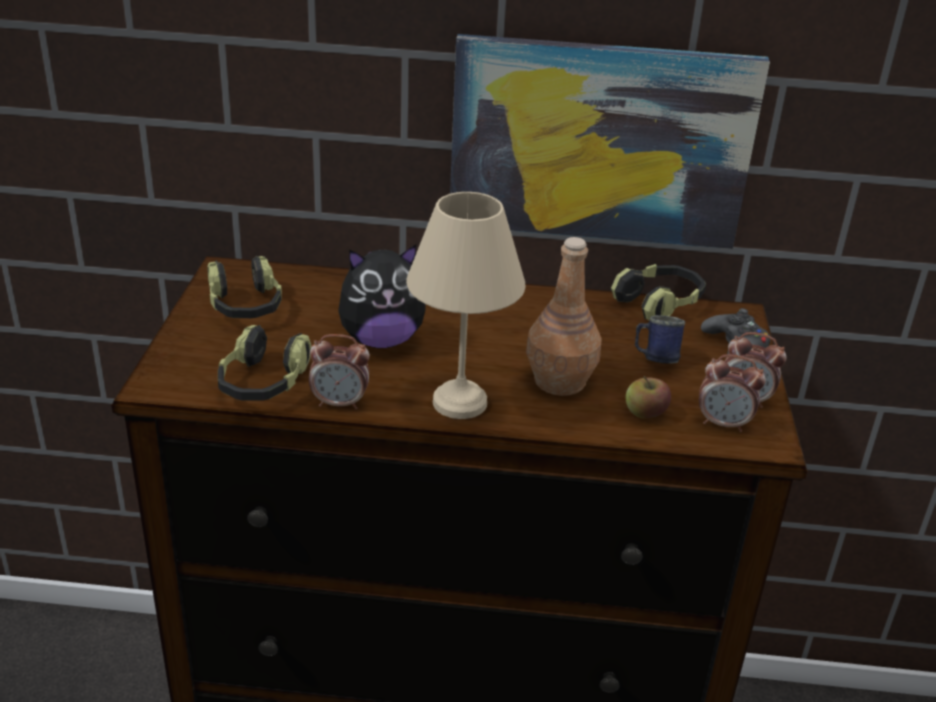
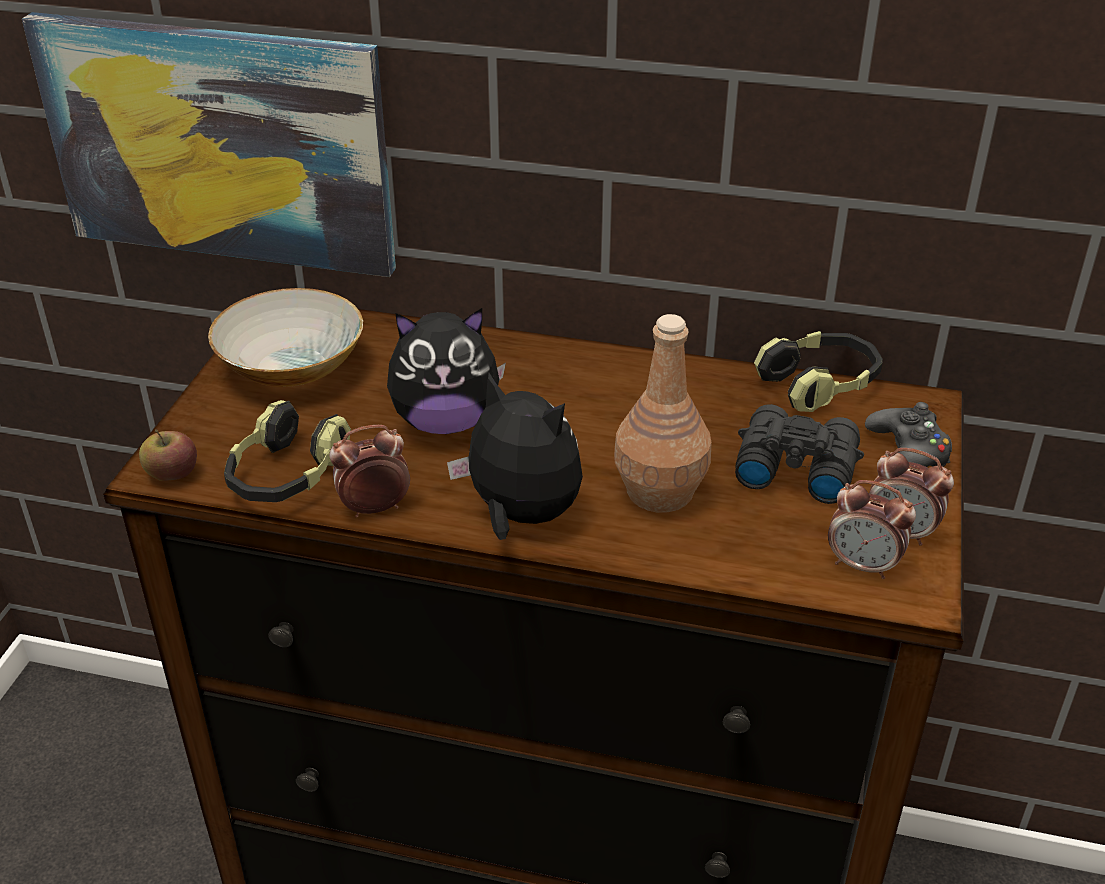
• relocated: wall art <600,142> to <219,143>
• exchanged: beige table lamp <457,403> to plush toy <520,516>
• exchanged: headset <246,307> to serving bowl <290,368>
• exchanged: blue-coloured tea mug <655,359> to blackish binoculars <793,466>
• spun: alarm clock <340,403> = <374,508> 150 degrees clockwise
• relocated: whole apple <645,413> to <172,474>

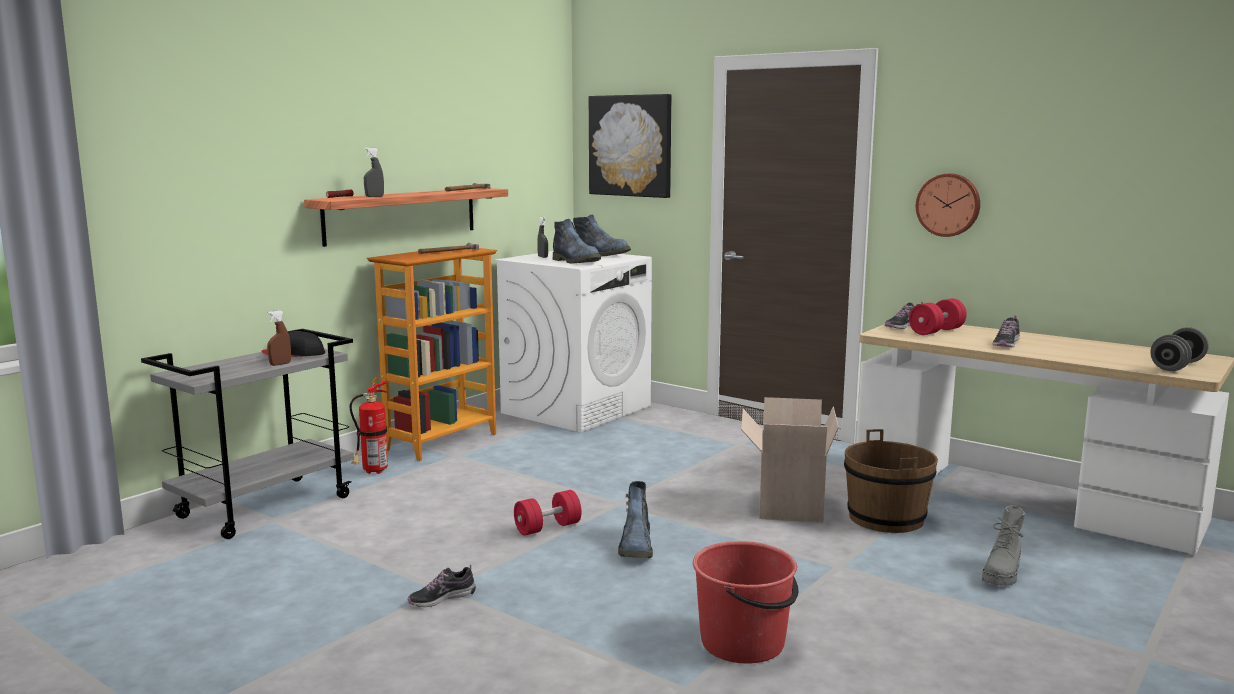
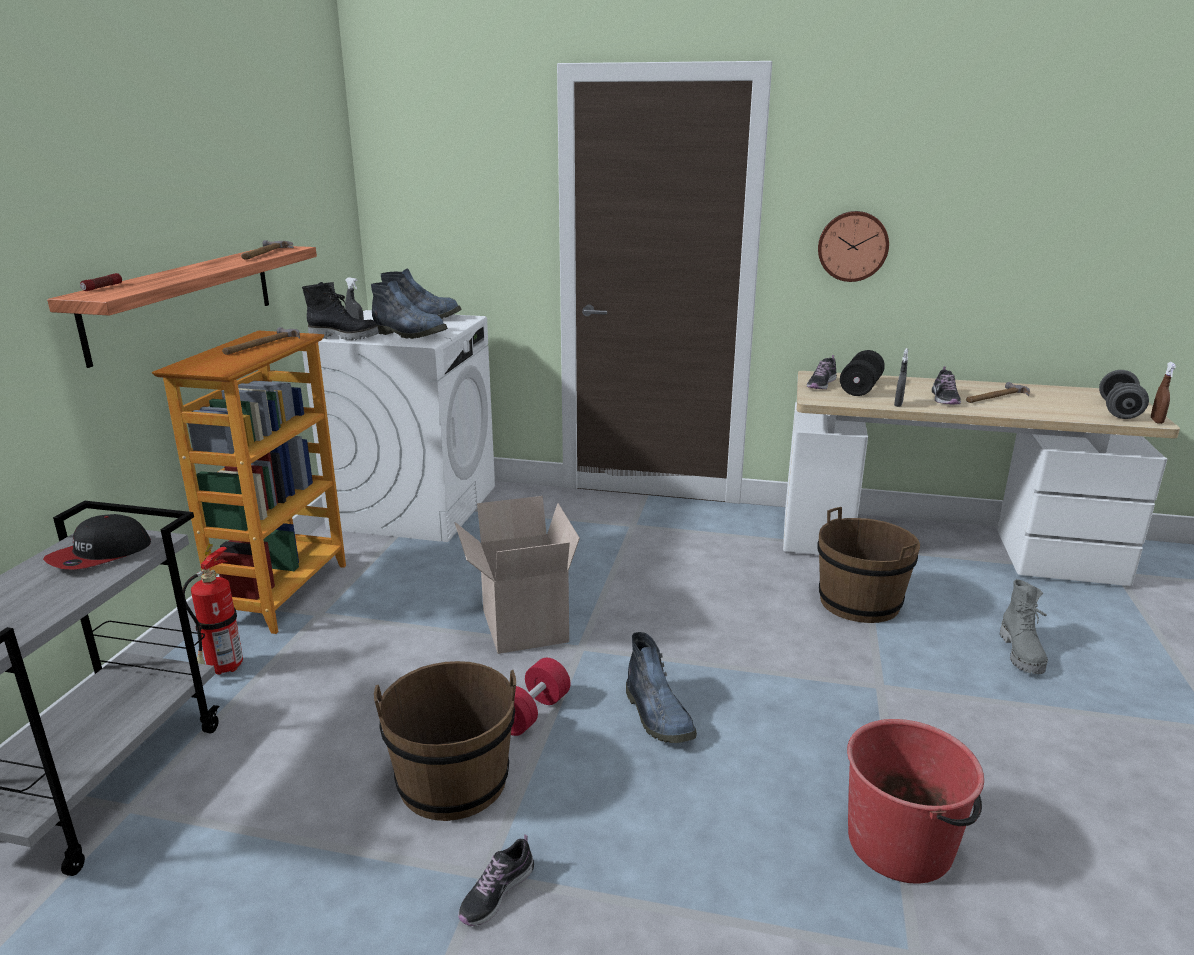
• missing: wall art <630,146>
• relocated: grey hand sprayer <374,196> to <898,404>
• colour: red-coloured dumbbell <936,331> to blackish dumbbell <860,388>
• relocated: brown-coloured hand sprayer <280,364> to <1156,421>
• relocated: packing box <787,506> to <521,625>
• appeared: blackish boot <344,337>
• appeared: tool hammer <995,397>
• appeared: brown-coloured water bucket <453,781>

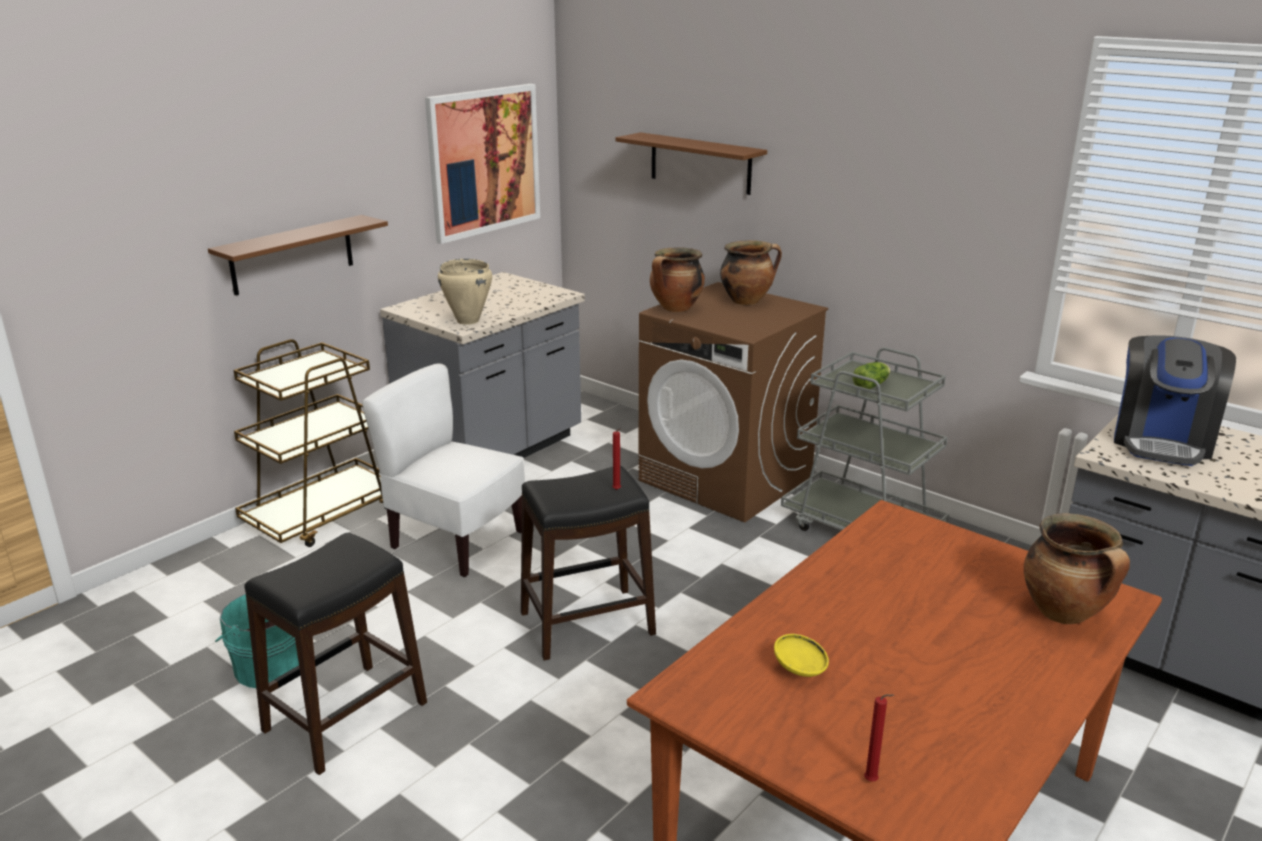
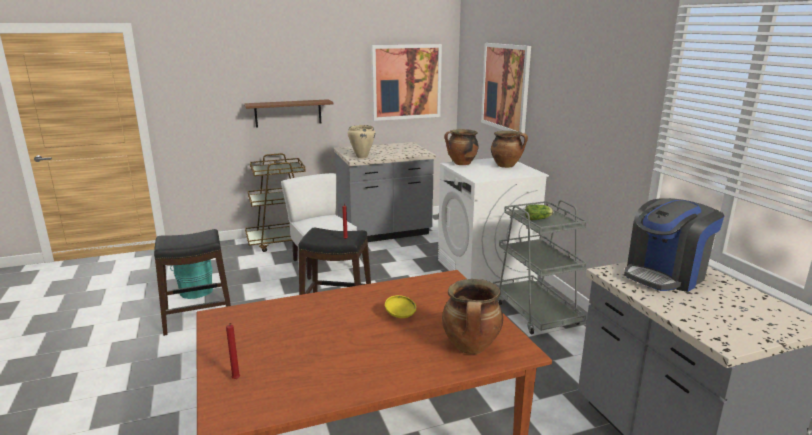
• exchanged: brown-coloured bracket shelf <700,163> to wall art <505,87>
• colour: brown-coloured laundry machine <726,479> to whitish laundry machine <486,270>
• relocated: yellow serving bowl <800,670> to <400,316>

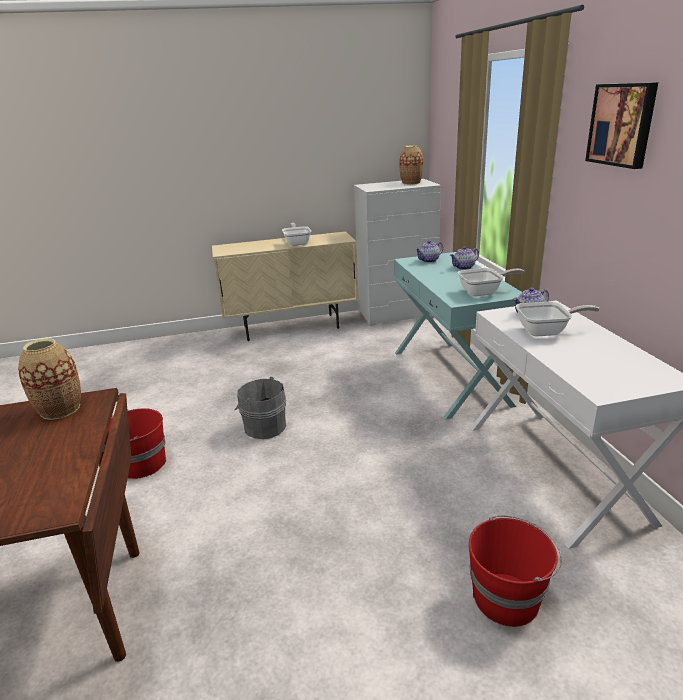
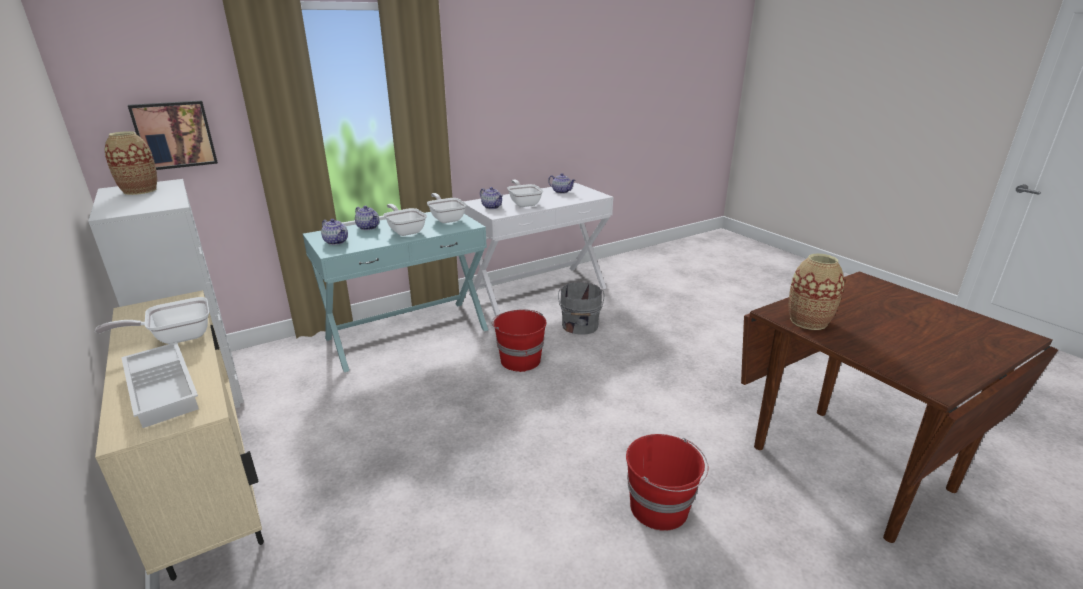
• relocated: wall art <622,124> to <174,134>
• relocated: grey water bucket <263,426> to <579,326>
• relocated: red-coloured water bucket <507,598> to <519,360>
• appeared: tea pot <561,191>
• appeared: skillet <405,231>
• appeared: whitish tray <165,389>

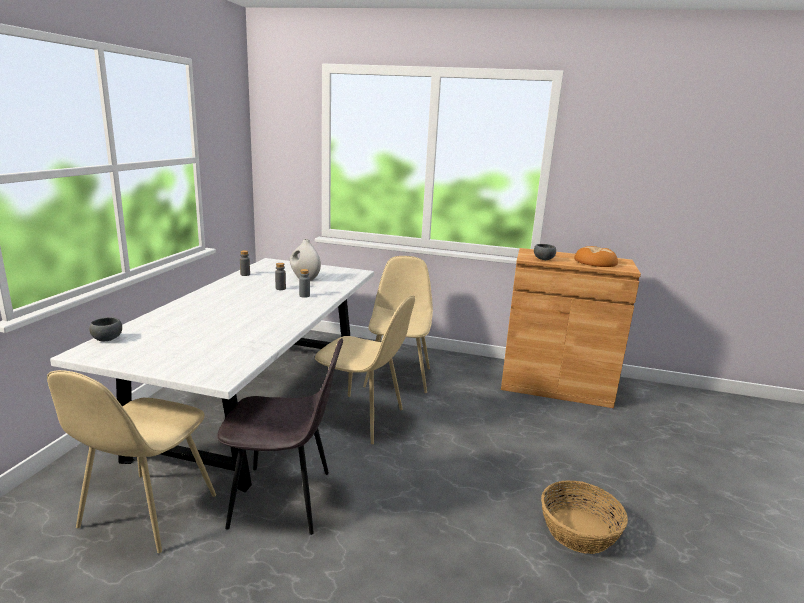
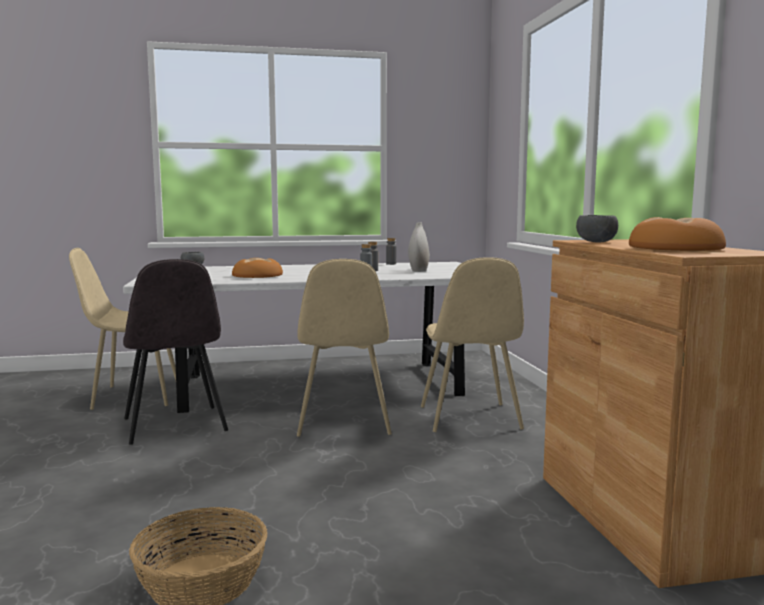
• spun: beige upright chair <398,376> = <470,418> 105 degrees clockwise
• appeared: bread <258,275>

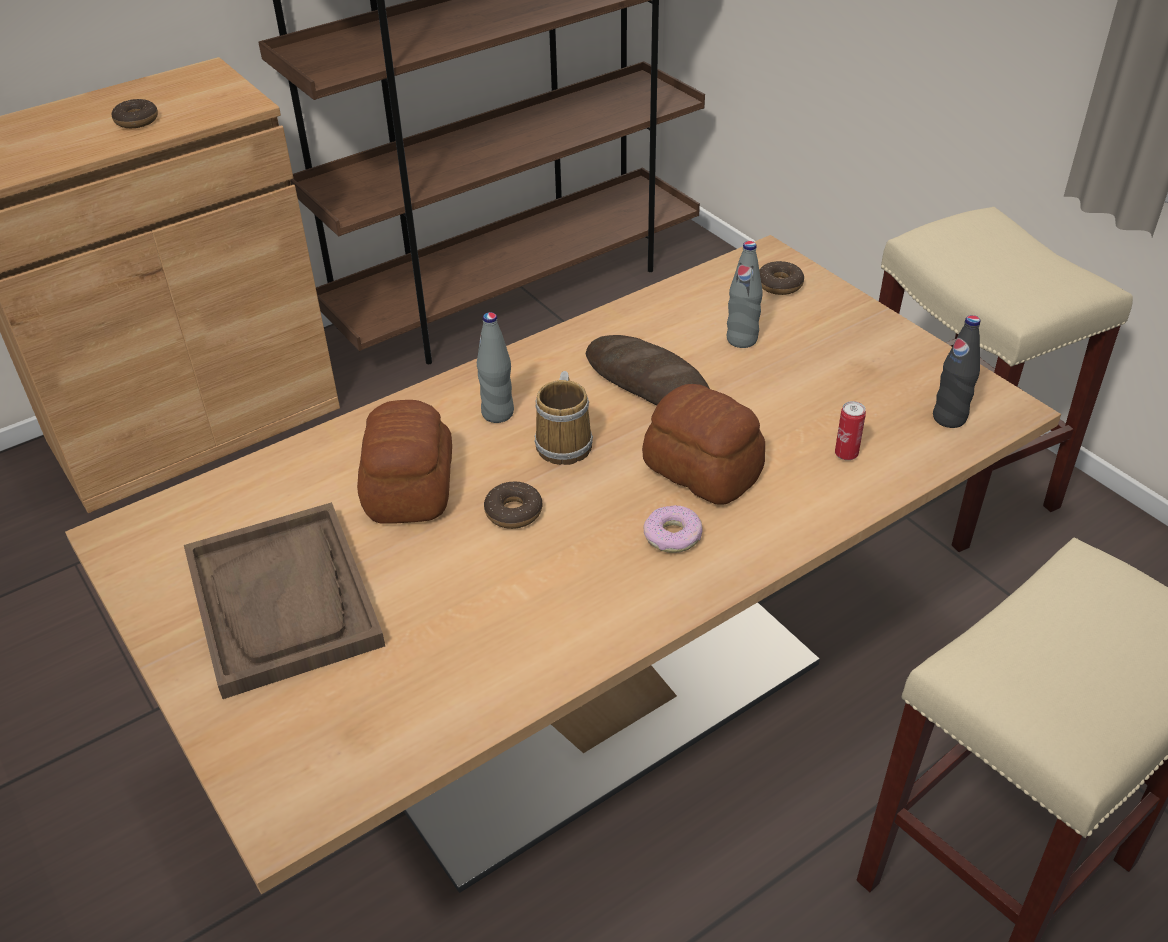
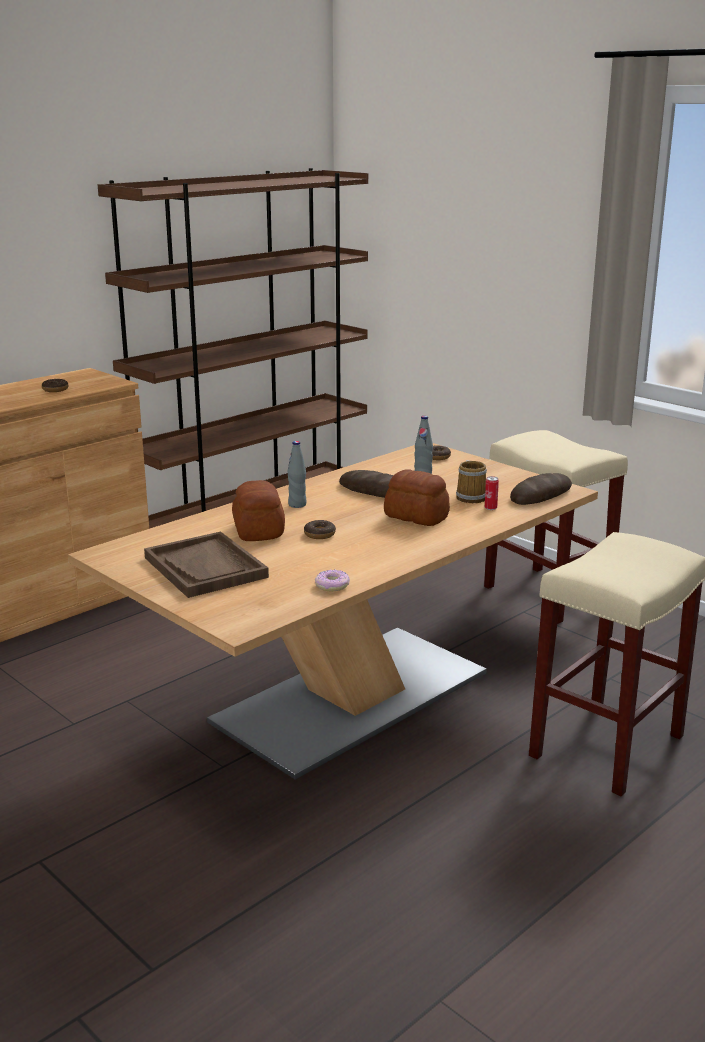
• exchanged: blackish beverage bottle <949,418> to bread <541,495>
• relocated: tea mug <566,443> to <471,497>
• relocated: doughnut <673,536> to <332,586>

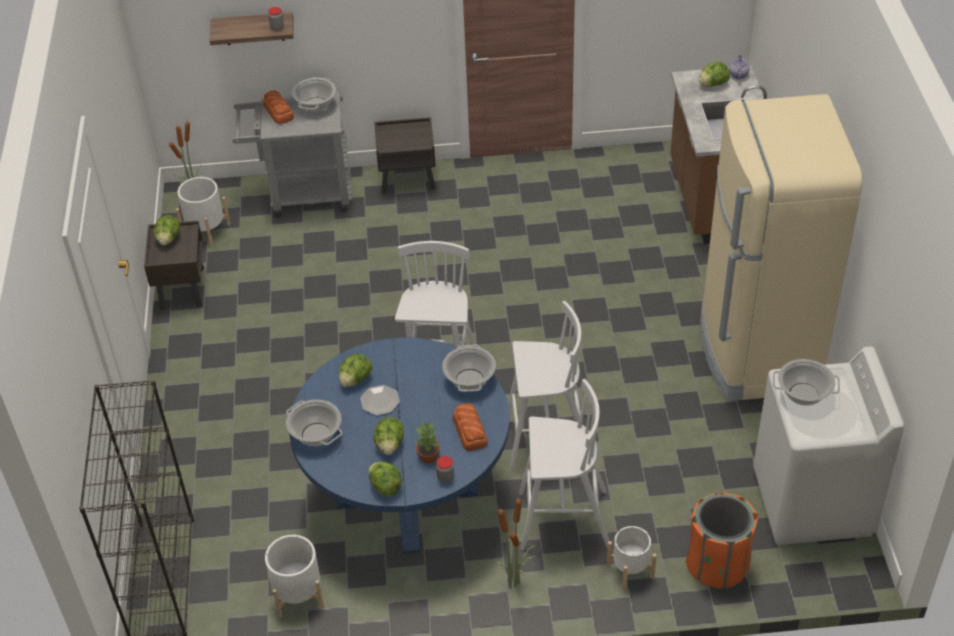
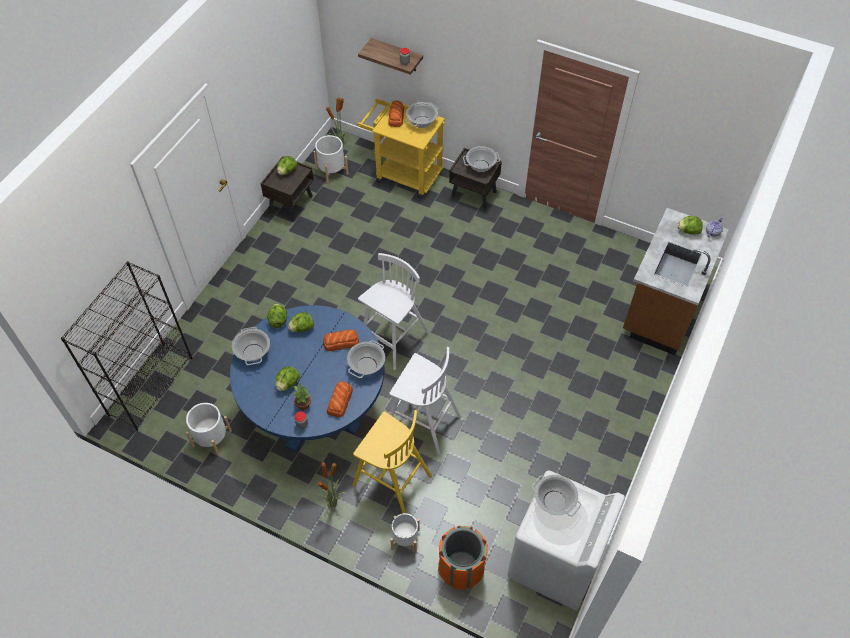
• colour: grey cart <302,195> to yellow cart <403,174>
• missing: beige refrigerator <756,352>
• colour: whitish sitting stool <561,520> to yellow sitting stool <391,480>
• missing: flat dish <380,401>
• relocated: lettuce head <385,486> to <278,320>
• appeared: saucepot <481,166>
• appeared: bread <340,342>

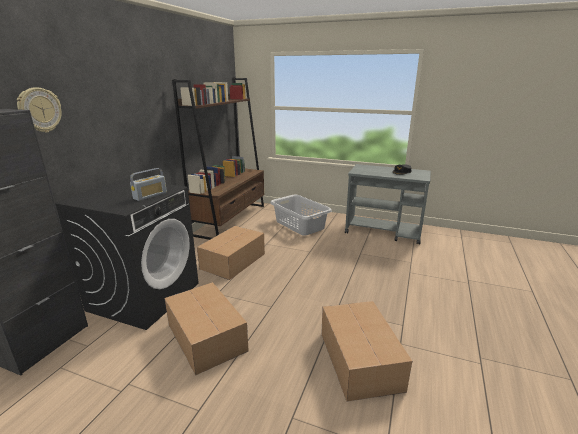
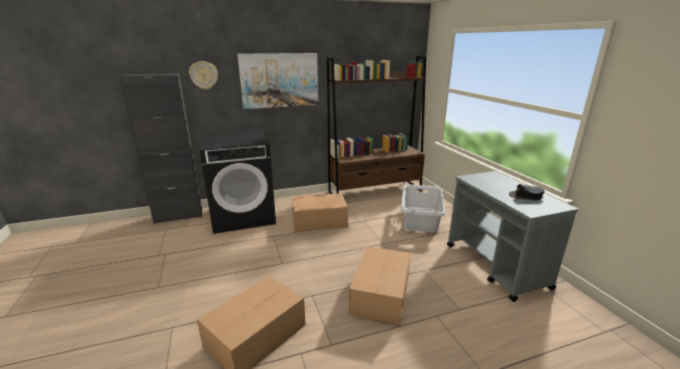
• missing: radio set <150,195>
• relocated: packing box <206,336> to <381,294>
• appeared: wall art <279,80>

